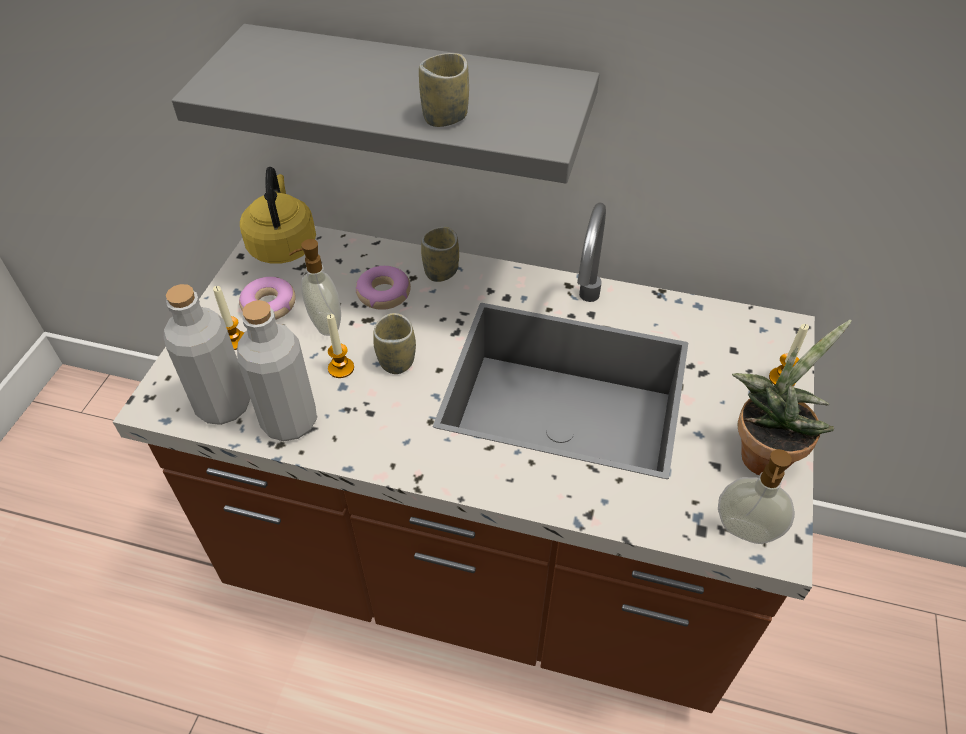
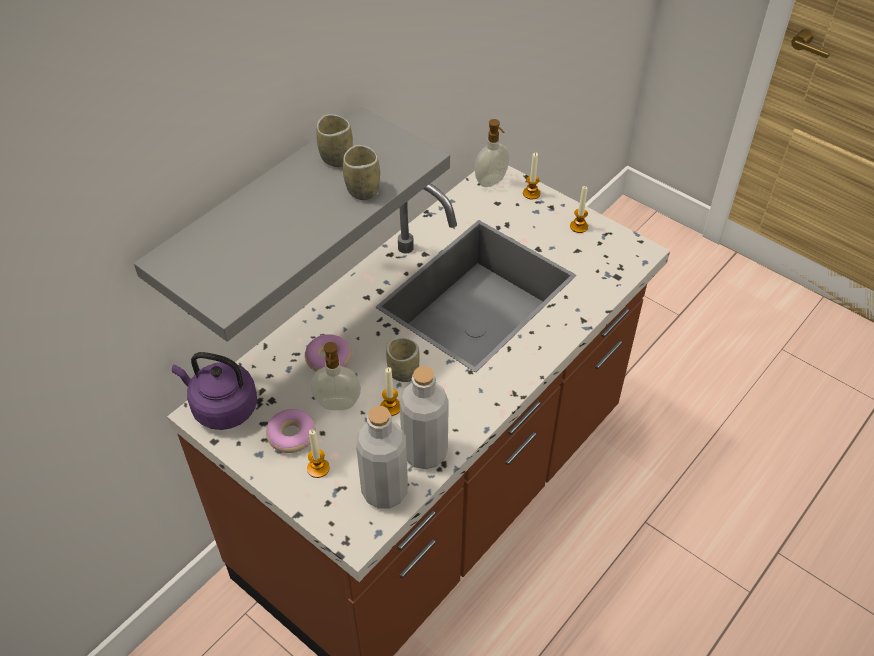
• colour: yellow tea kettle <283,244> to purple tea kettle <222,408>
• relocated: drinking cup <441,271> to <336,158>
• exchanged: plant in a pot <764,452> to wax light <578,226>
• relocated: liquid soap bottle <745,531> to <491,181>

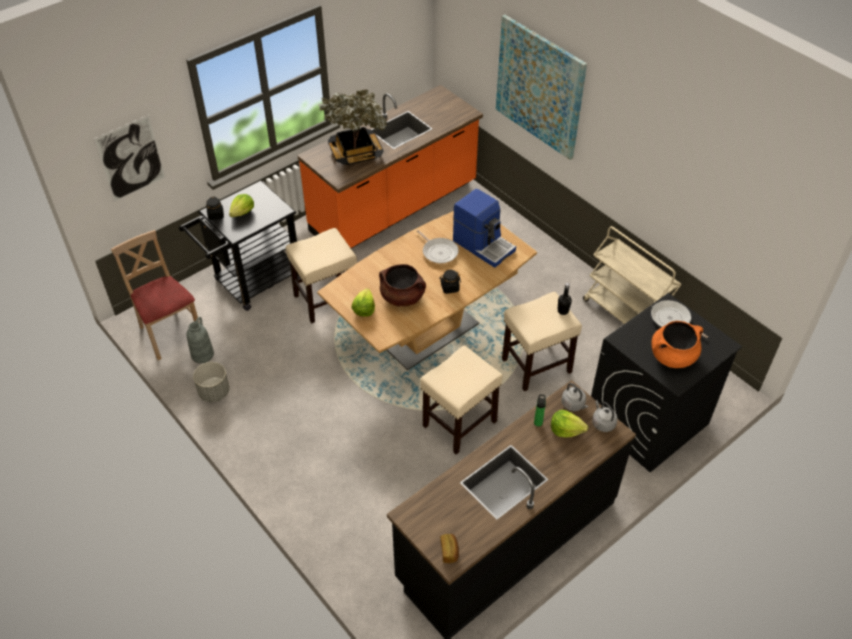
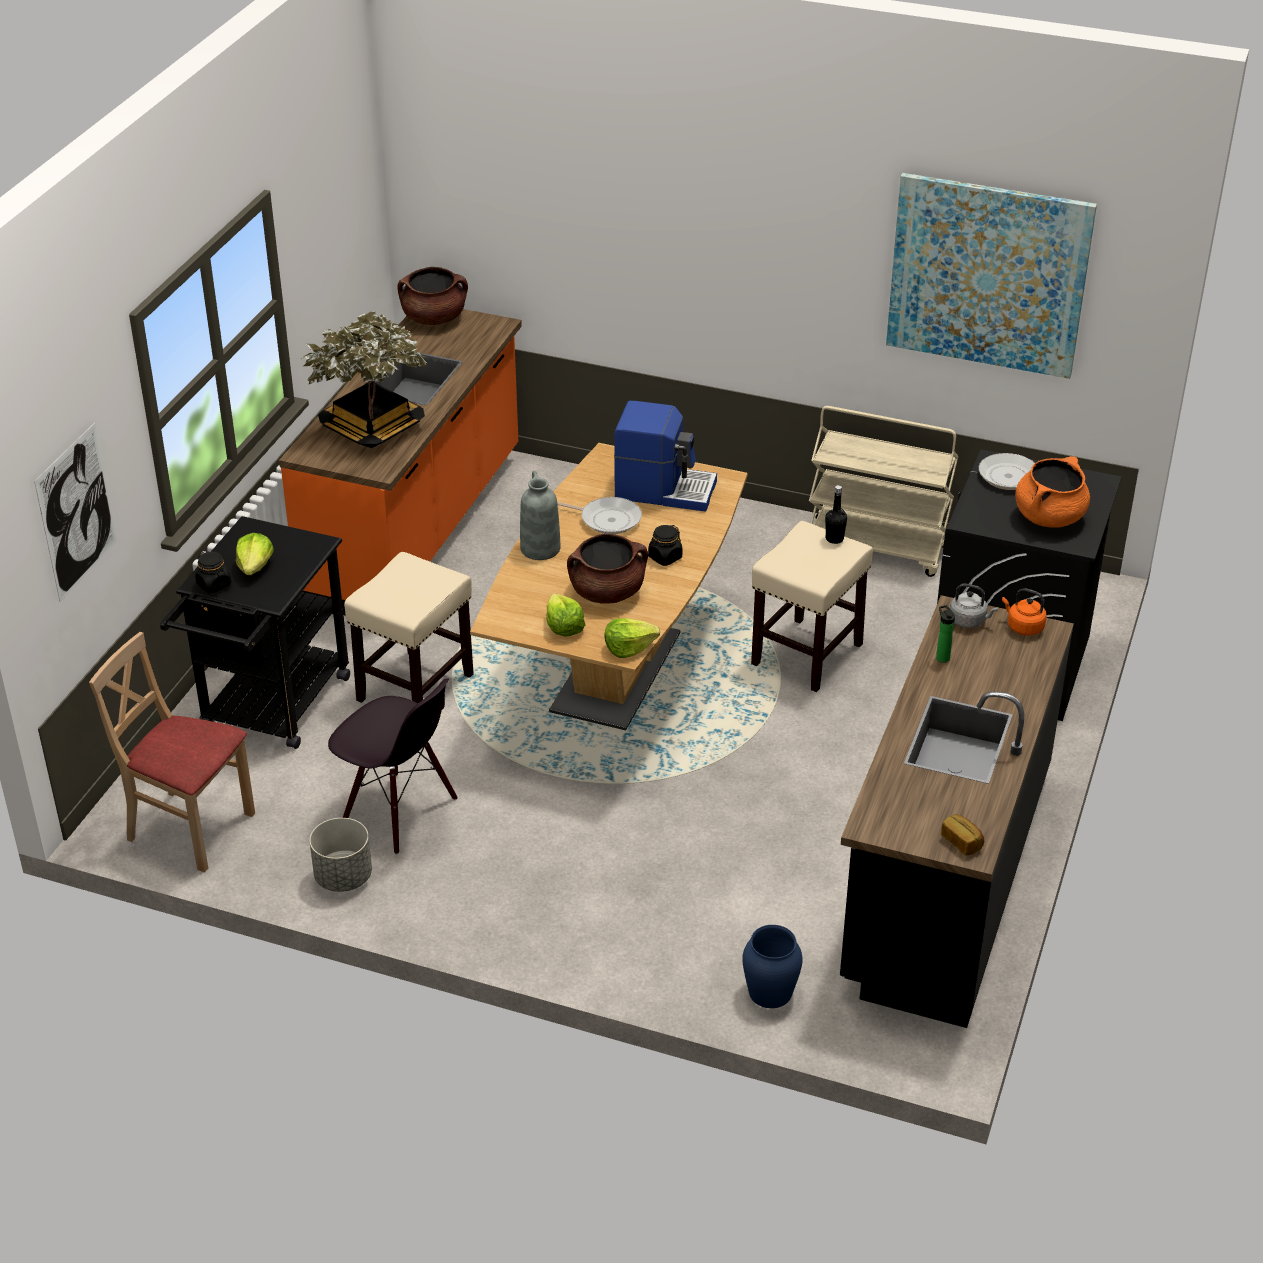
• relocated: wall art <539,87> to <988,275>
• relocated: grey decorative vase <202,354> to <539,548>
• missing: beige sitting stool <459,424>
• colour: grey tea kettle <602,423> to orangey tea kettle <1023,627>
• relocated: lettuce head <566,430> to <629,648>
• appeared: brown-coloured saucepot <434,318>
• appeared: blackish upright chair <399,812>
• appeared: blue-coloured decorative vase <770,992>

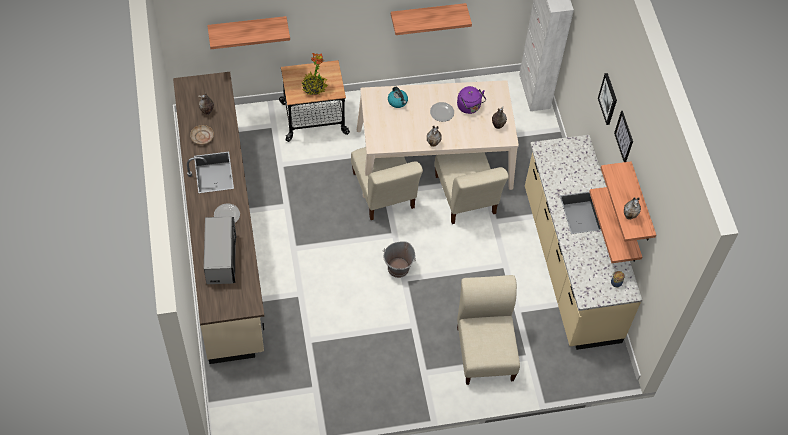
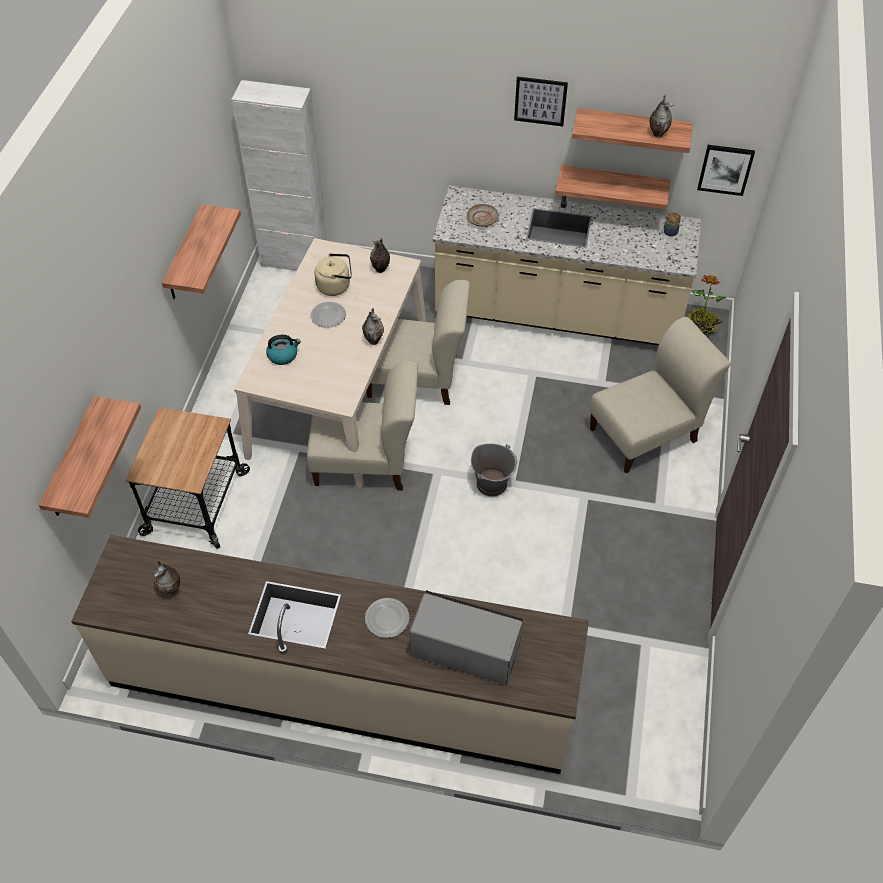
• relocated: plant in a pot <314,87> to <701,326>
• relocated: wall art <608,99> to <725,169>
• colour: purple tea kettle <469,107> to beige tea kettle <335,286>
• relocated: beige flat dish <202,137> to <482,219>
• spun: beige upright chair <485,350> = <647,433> 135 degrees clockwise

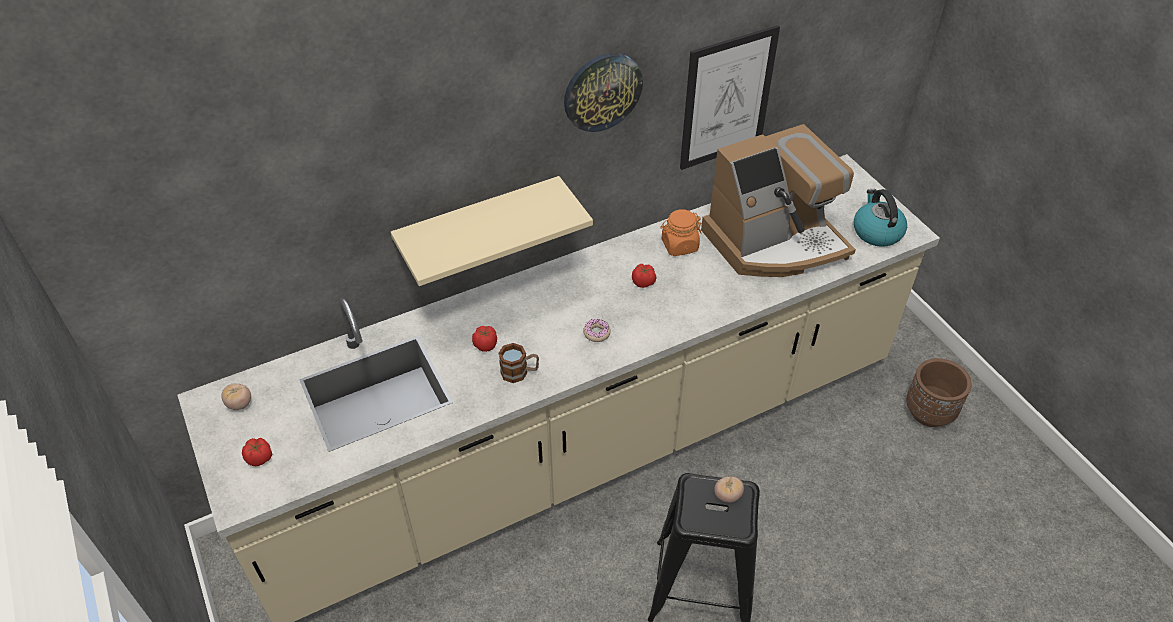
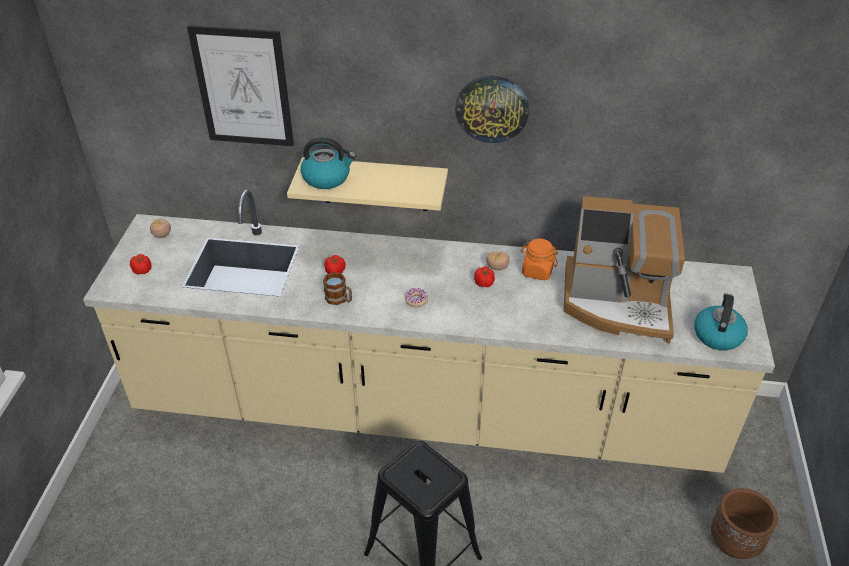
• relocated: wall art <727,99> to <243,87>
• relocated: whole tomato <727,496> to <497,267>
• appeared: tea kettle <327,178>

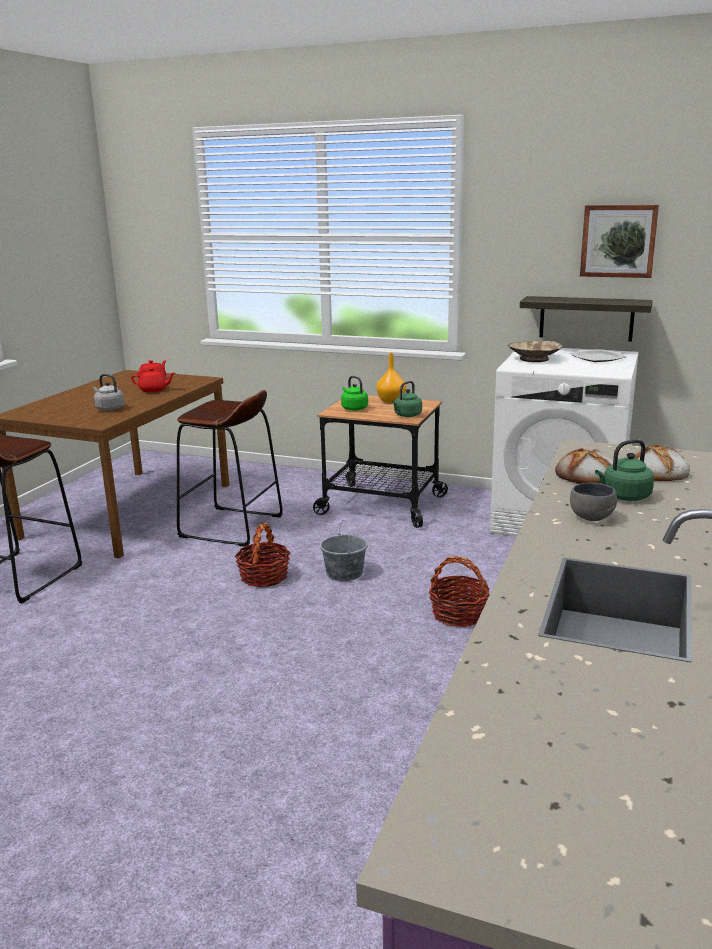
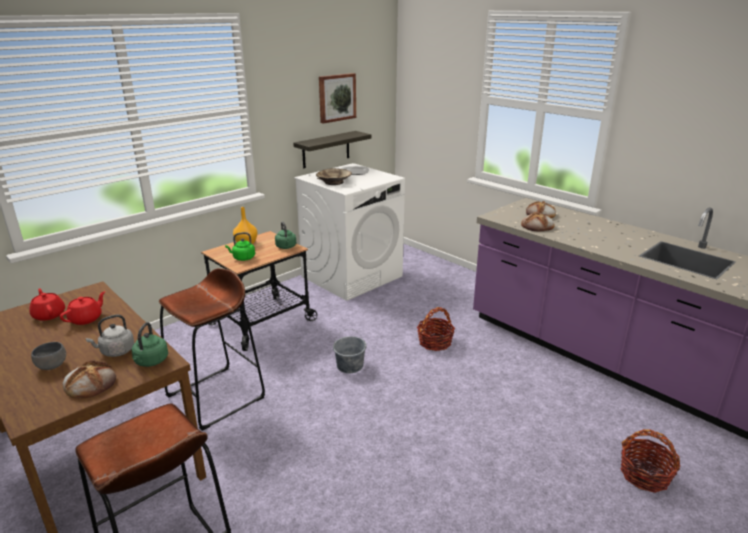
• relocated: greenish tea kettle <624,497> to <151,362>
• relocated: grey serving bowl <589,517> to <50,366>
• relocated: household basket <264,577> to <644,475>
• appeared: bread <91,383>

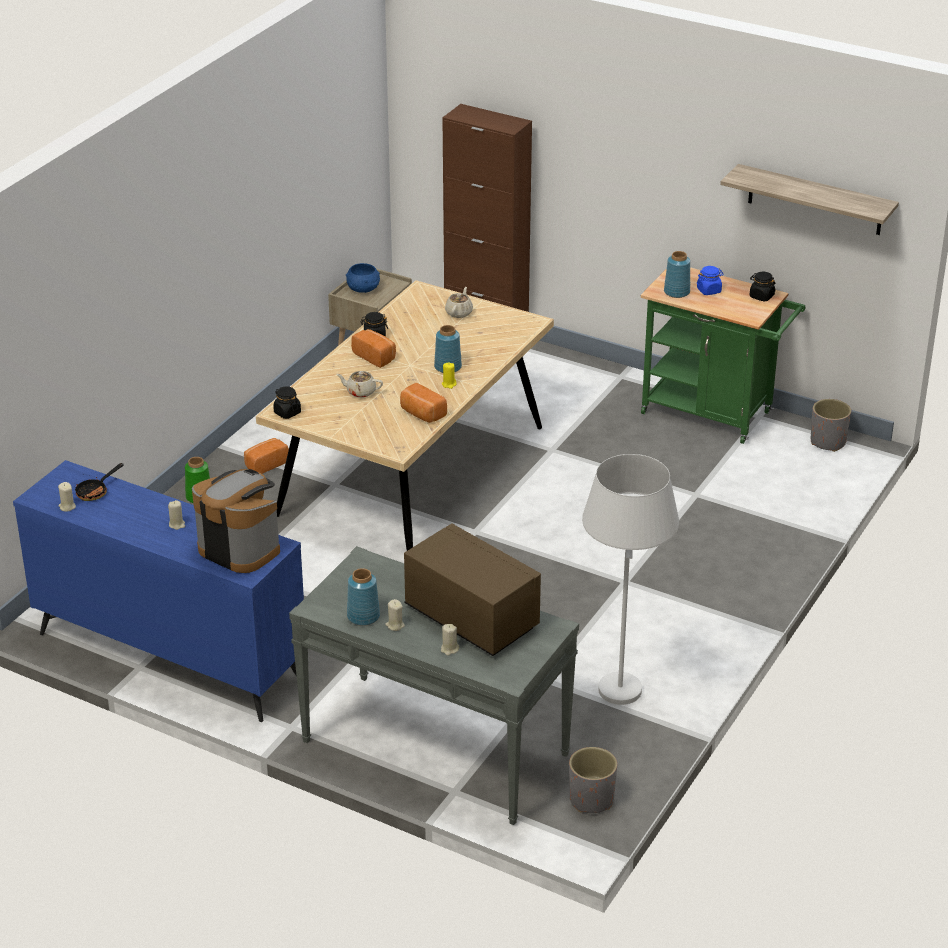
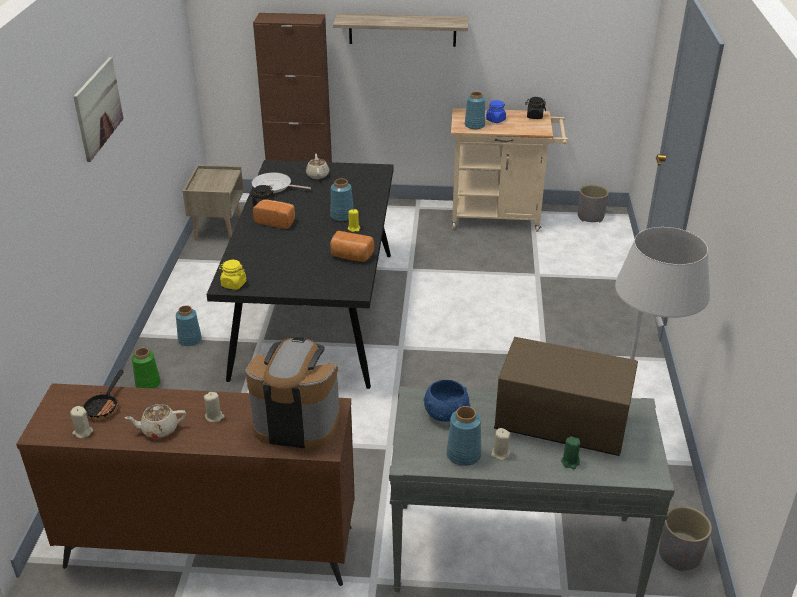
• relocated: bracket shelf <815,200> to <402,30>
• relocated: blue-coloured serving bowl <363,289> to <446,414>
• colour: greenish cart <714,414> to beige cart <501,217>
• colour: beige dinner table <412,471> to blackish dinner table <316,313>
• relocated: beige tea pot <360,392> to <159,429>
• colour: blackish preserve jar <287,413> to yellow preserve jar <233,284>
• exchanged: bread <265,464> to blue-coloured decorative vase <190,340>
• colour: blue-coloured chest of drawers <169,655> to brown-coloured chest of drawers <209,545>
• colour: beige wax light <449,649> to greenish wax light <570,462>
• appeared: wall art <98,108>
• appeared: skillet <274,186>

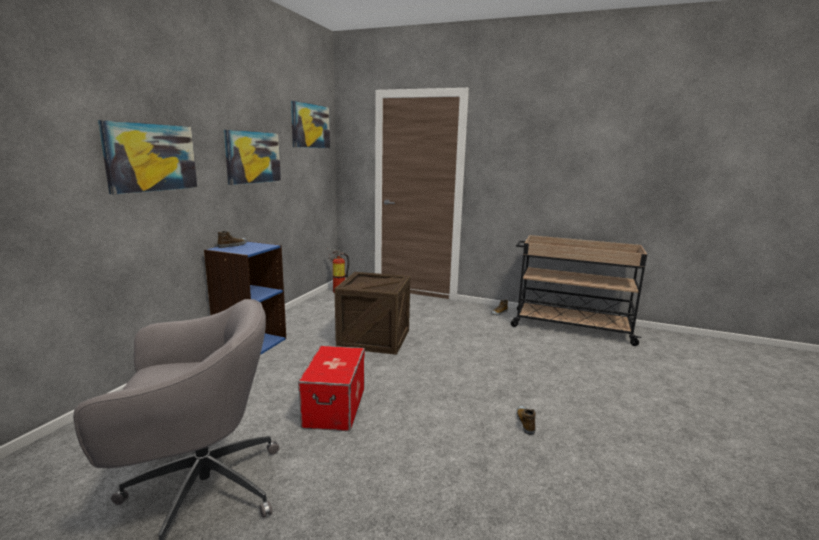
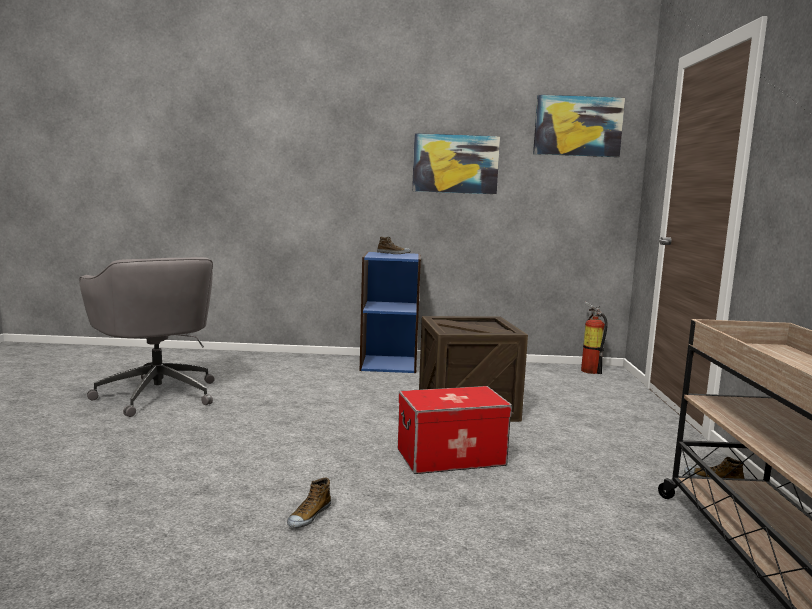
• missing: wall art <151,157>
• relocated: storage box <334,407> to <451,457>
• spun: shoe <525,422> = <309,516> 135 degrees clockwise

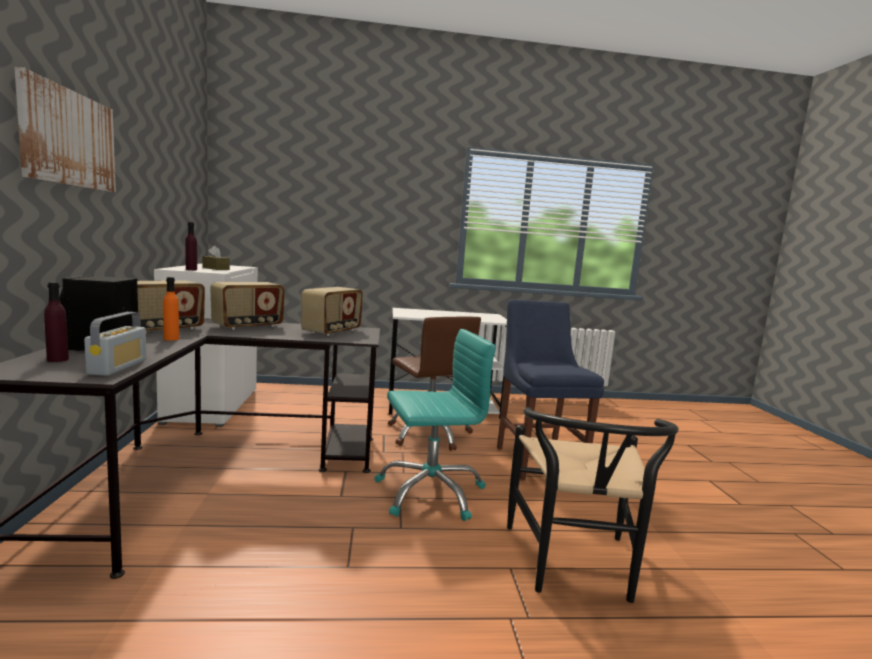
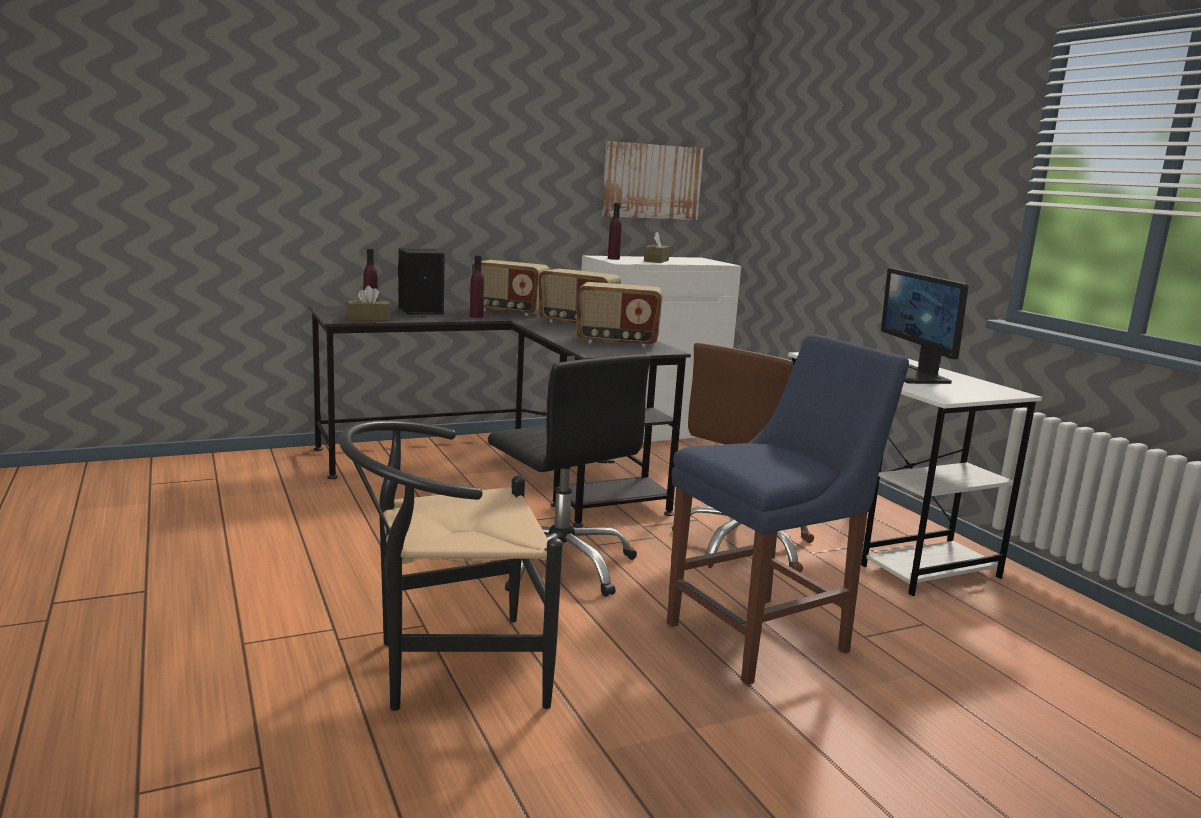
• relocated: wall art <68,138> to <651,181>
• colour: orangey beverage bottle <171,339> to purple beverage bottle <476,316>
• exchanged: radio set <118,367> to brown-coloured tissue holder <368,319>
• colour: turquoise computer chair <430,492> to blackish computer chair <561,565>
• appeared: monitor <911,375>

